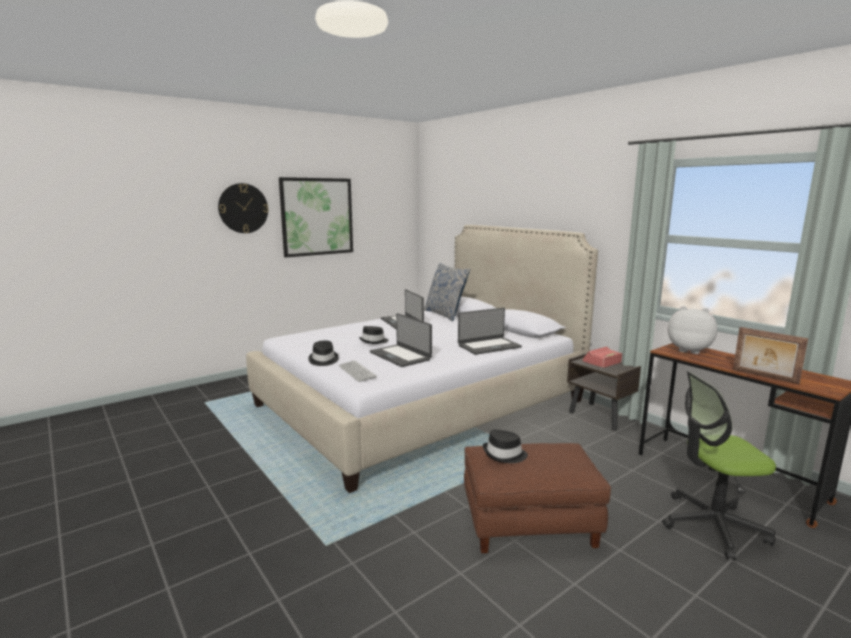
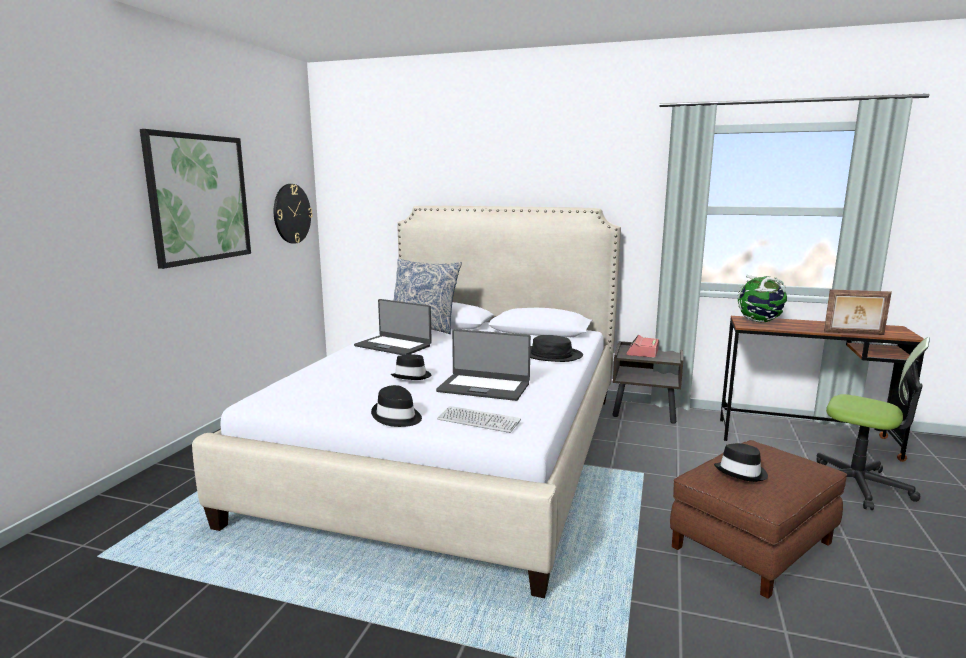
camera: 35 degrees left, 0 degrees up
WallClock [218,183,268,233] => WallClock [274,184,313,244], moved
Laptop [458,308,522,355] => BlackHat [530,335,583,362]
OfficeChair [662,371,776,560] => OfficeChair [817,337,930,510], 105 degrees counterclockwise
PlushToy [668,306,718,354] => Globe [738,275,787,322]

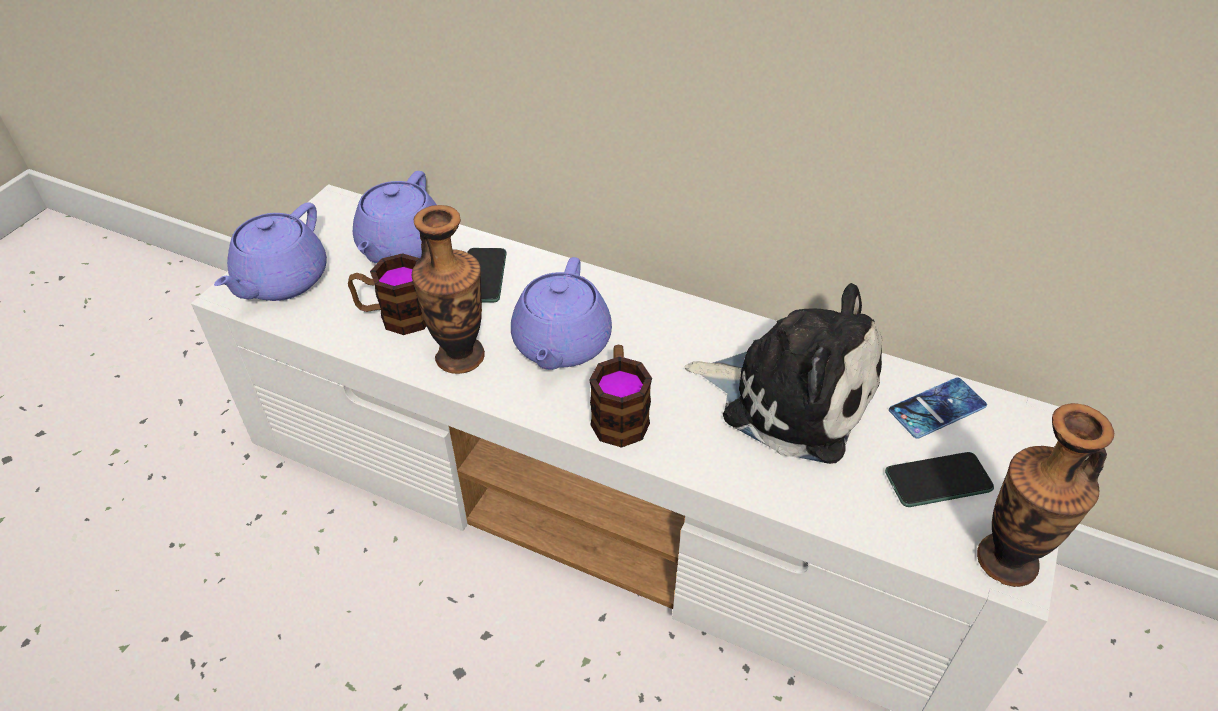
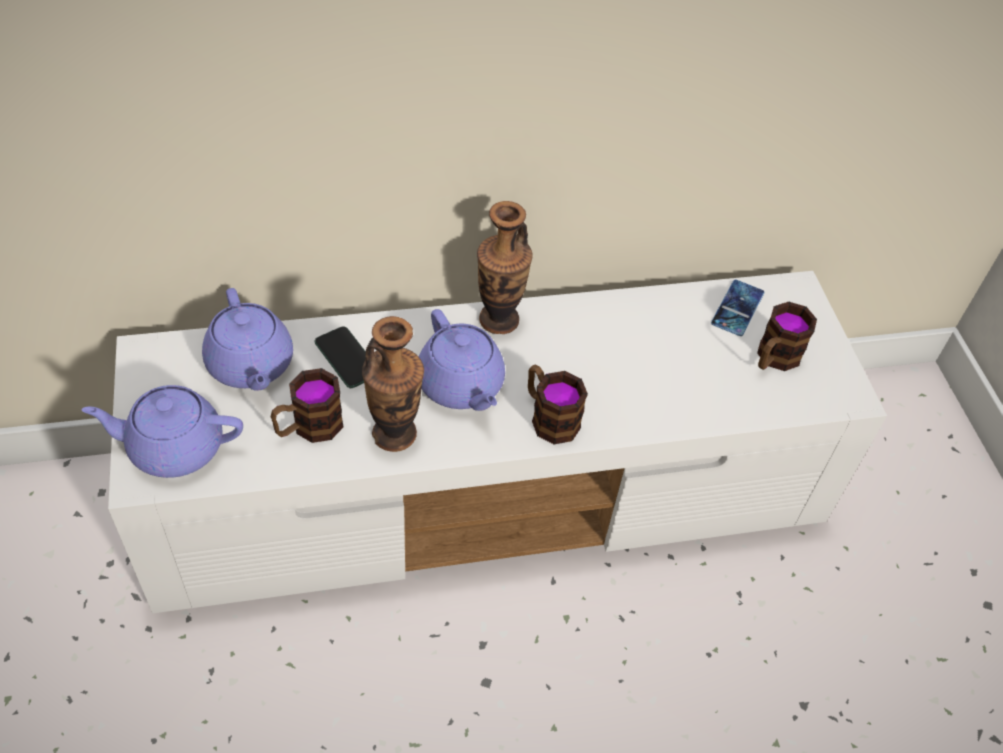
camera: 40 degrees left, 5 degrees up
PurpleTeapot [214,202,327,301] => PurpleTeapot [82,385,243,478], 105 degrees clockwise
PlushToy [685,283,882,464] => nothing
Phone [885,452,994,507] => Mug [757,302,817,371]
Vase [977,403,1114,587] => Vase [477,201,533,334], moved

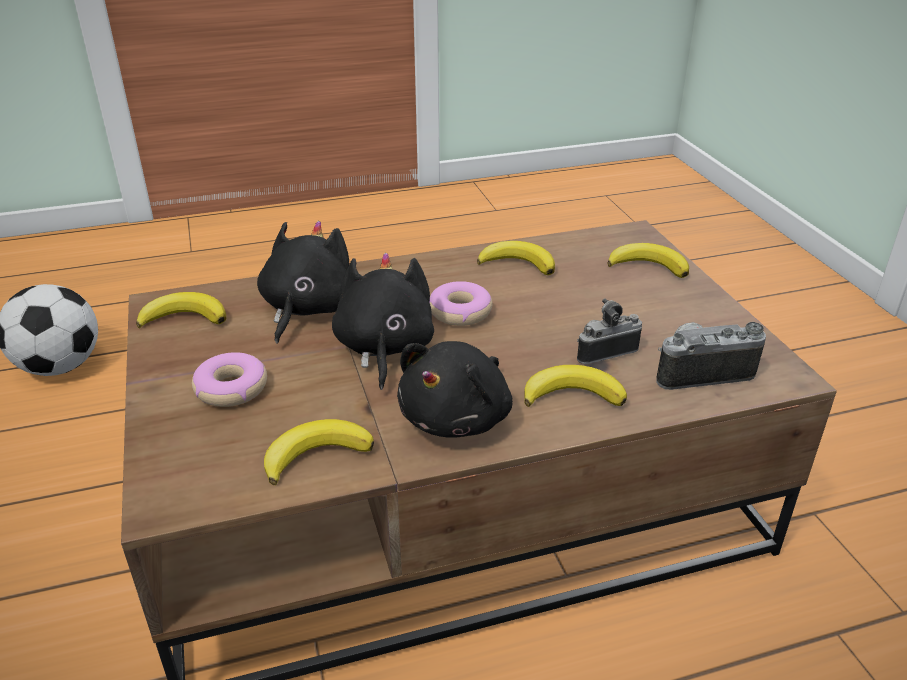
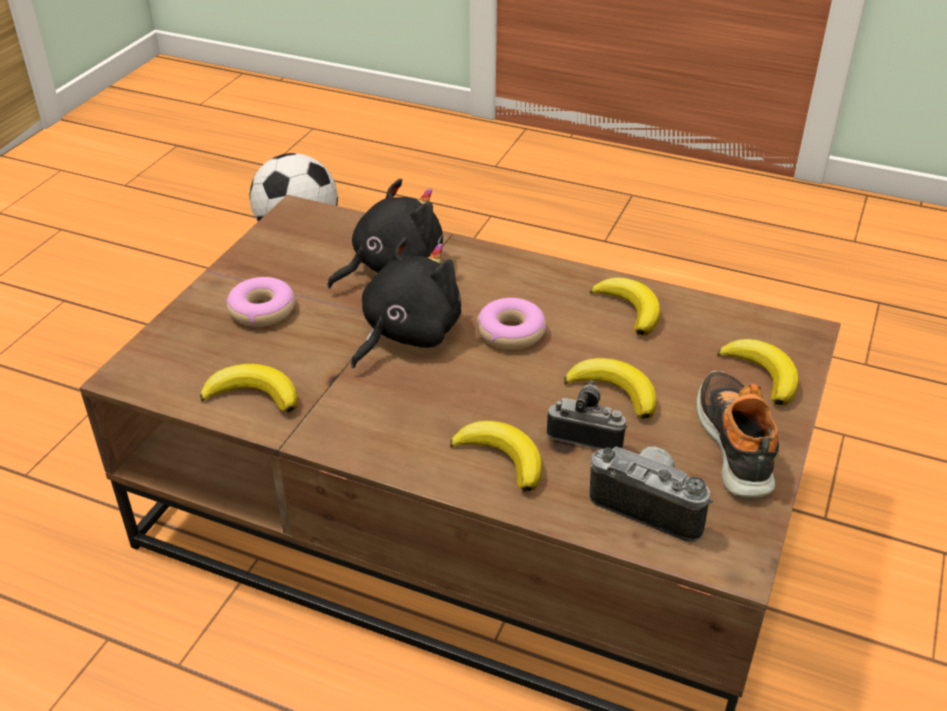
camera: 40 degrees right, 5 degrees up
Banana [136,292,226,328] => Banana [564,358,657,419], moved
BlackPlushToy [397,341,513,438] => nothing
nothing => Shoe [697,371,779,499]

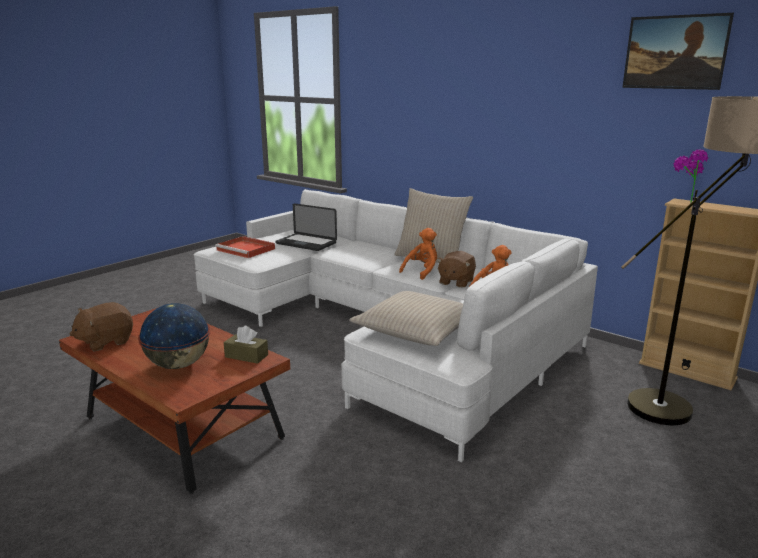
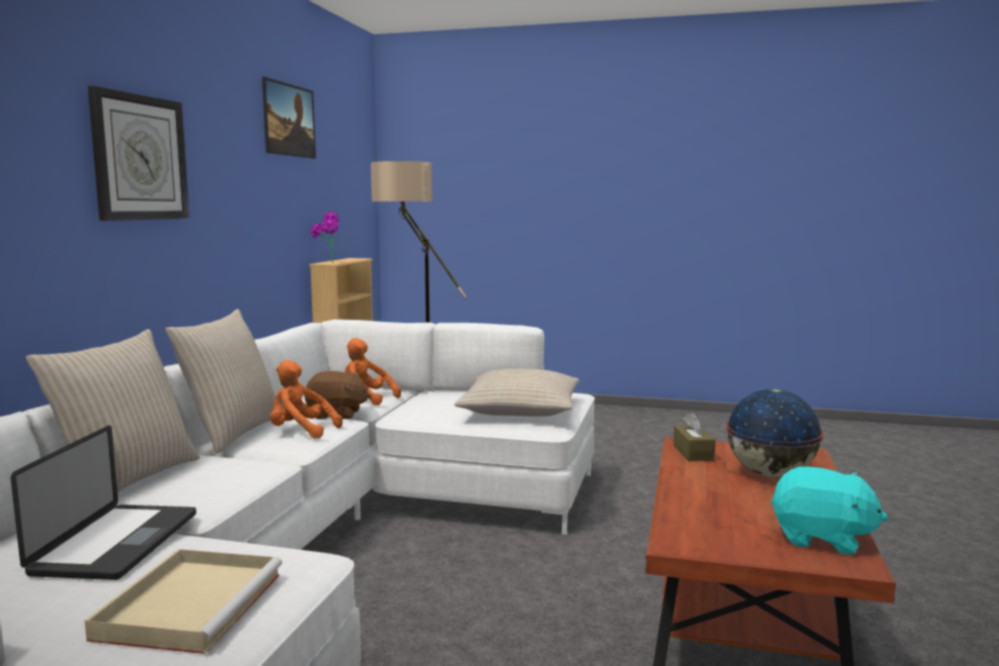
camera: 115 degrees left, 10 degrees down
BrownPlushToy [69,302,133,351] => TurquoisePlushToy [770,467,888,555]
RedTray [215,236,275,258] => BeigeTray [85,549,282,654]
nothing => BeigePillow [26,329,200,492]
nothing => WallClock [88,86,190,221]

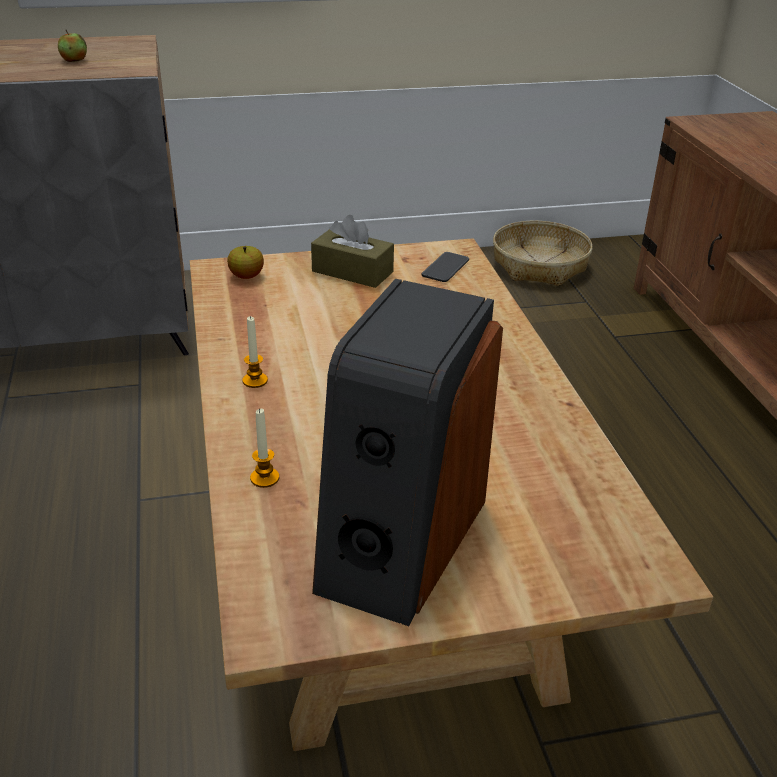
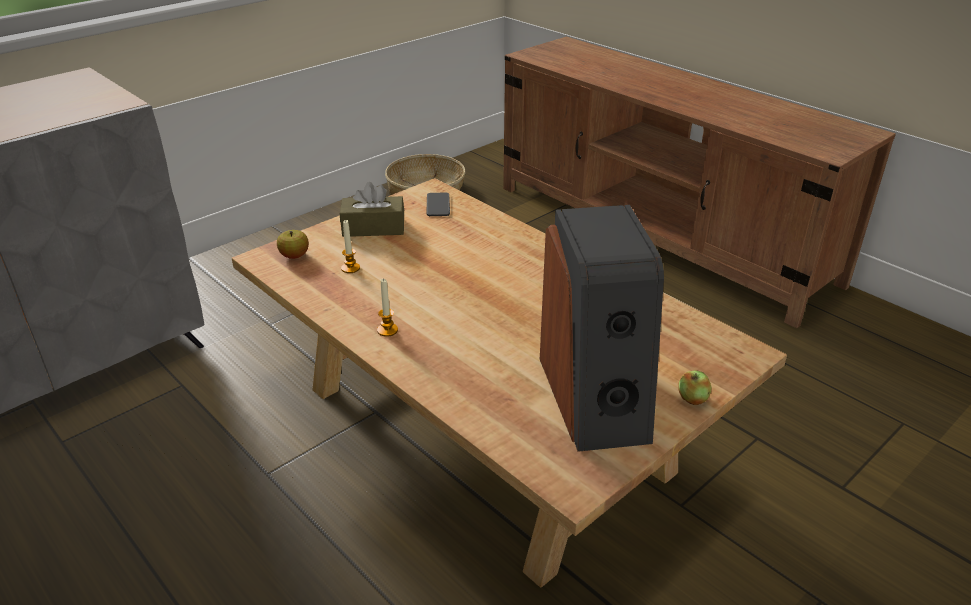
camera: 30 degrees left, 0 degrees up
Apple [58,30,87,62] => Apple [678,370,711,405], moved
Candle [250,408,279,488] => Candle [341,220,360,273], moved

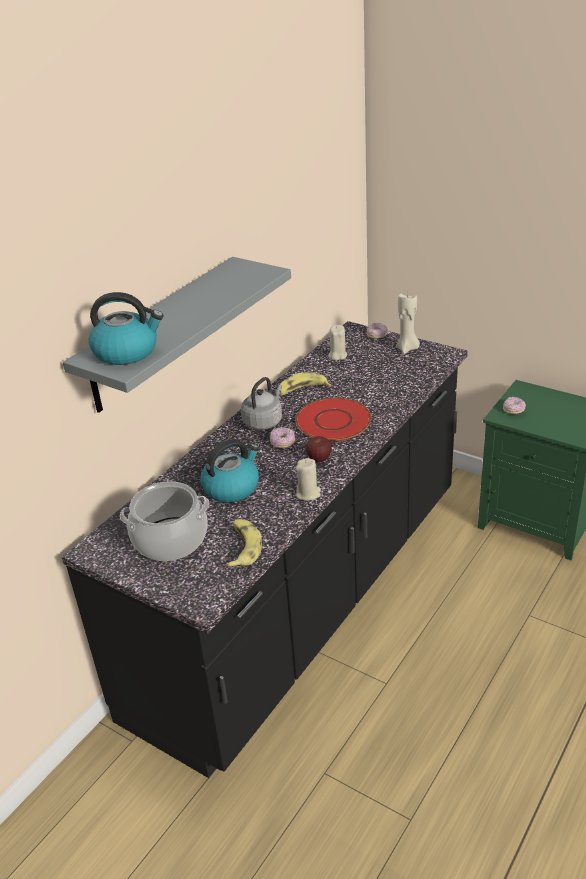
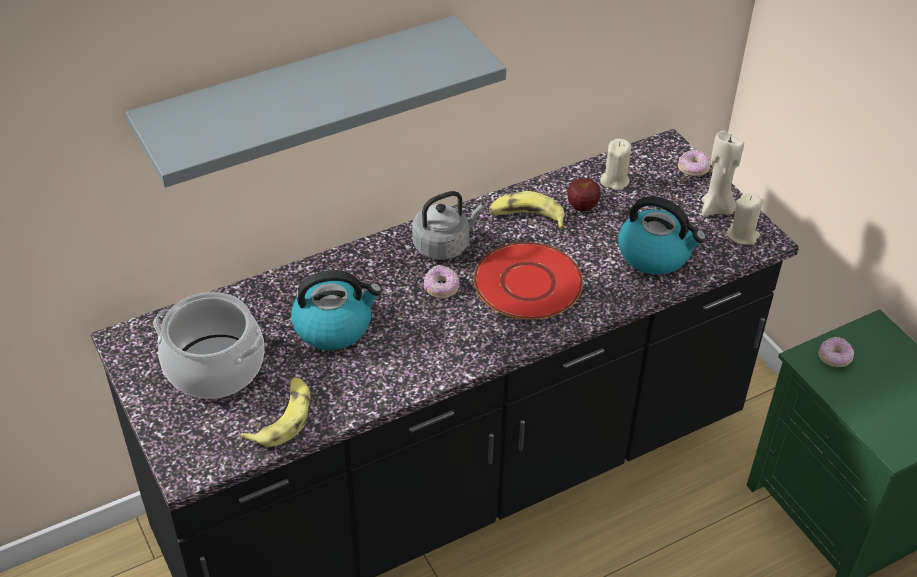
camera: 25 degrees right, 10 degrees up
Kettle [88,292,163,365] => Kettle [618,196,706,274], moved
BeigeCandle [296,458,321,501] => BeigeCandle [726,193,763,245], moved
Apple [306,436,332,463] => Apple [567,178,600,211], moved

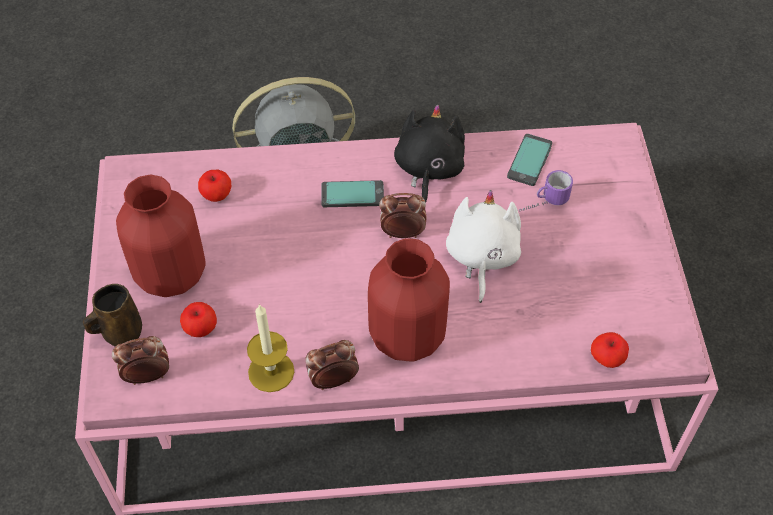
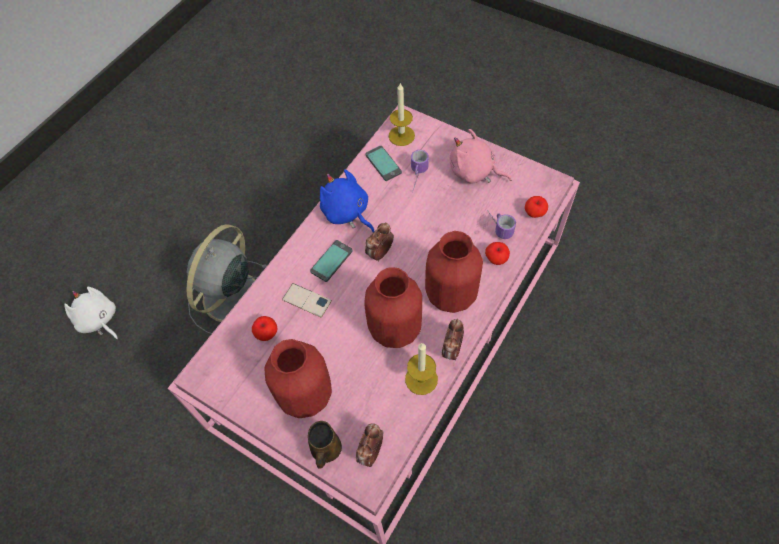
camera: 50 degrees left, 5 degrees up
Apple [180,302,217,337] => Apple [485,242,510,265], moved
BlackPlushToy [394,105,465,202] => BluePlushToy [320,169,374,232]
WhitePlushToy [446,190,521,303] => WhitePlushToy [64,286,118,339], moved
nothing => Phone [282,283,332,317]
nothing => RedVase [364,267,422,348]
nothing => Candle [389,82,415,146]
nothing => PinkPlushToy [450,129,512,184]
nothing => Mug [488,211,516,239]

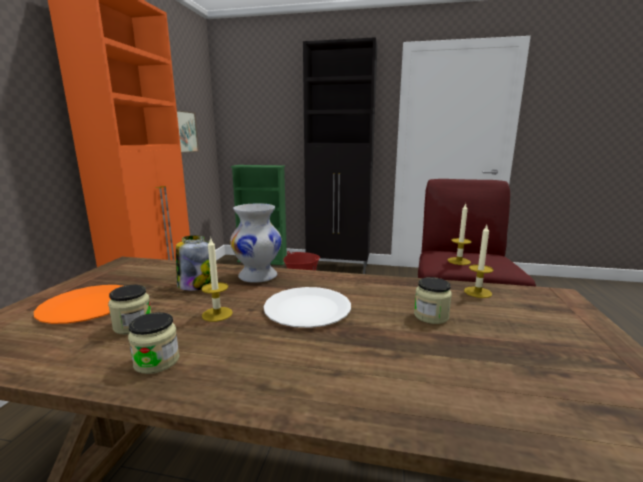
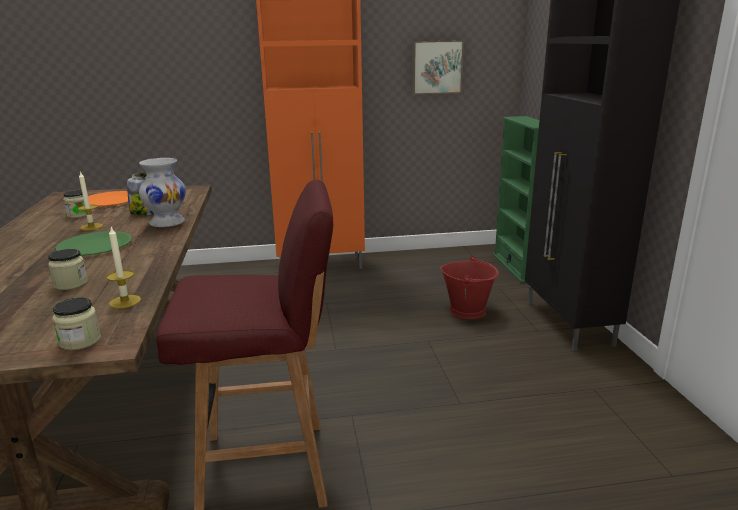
camera: 70 degrees right, 5 degrees up
Jar [128,312,180,374] => Jar [52,297,101,350], moved
WhitePlate [264,287,351,328] => GreenPlate [55,231,132,256]
Candle [448,203,472,265] => nothing

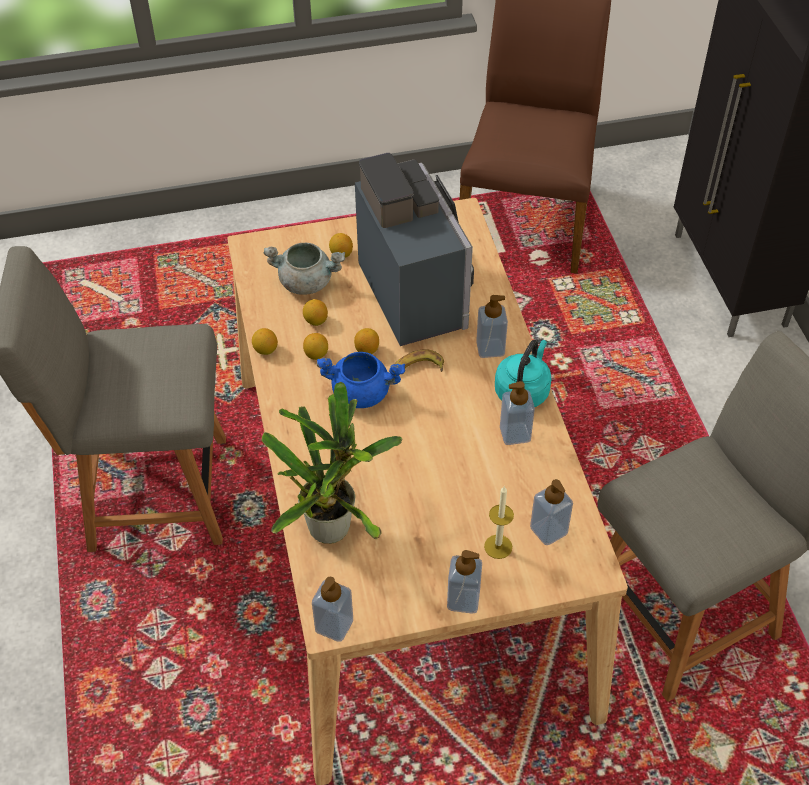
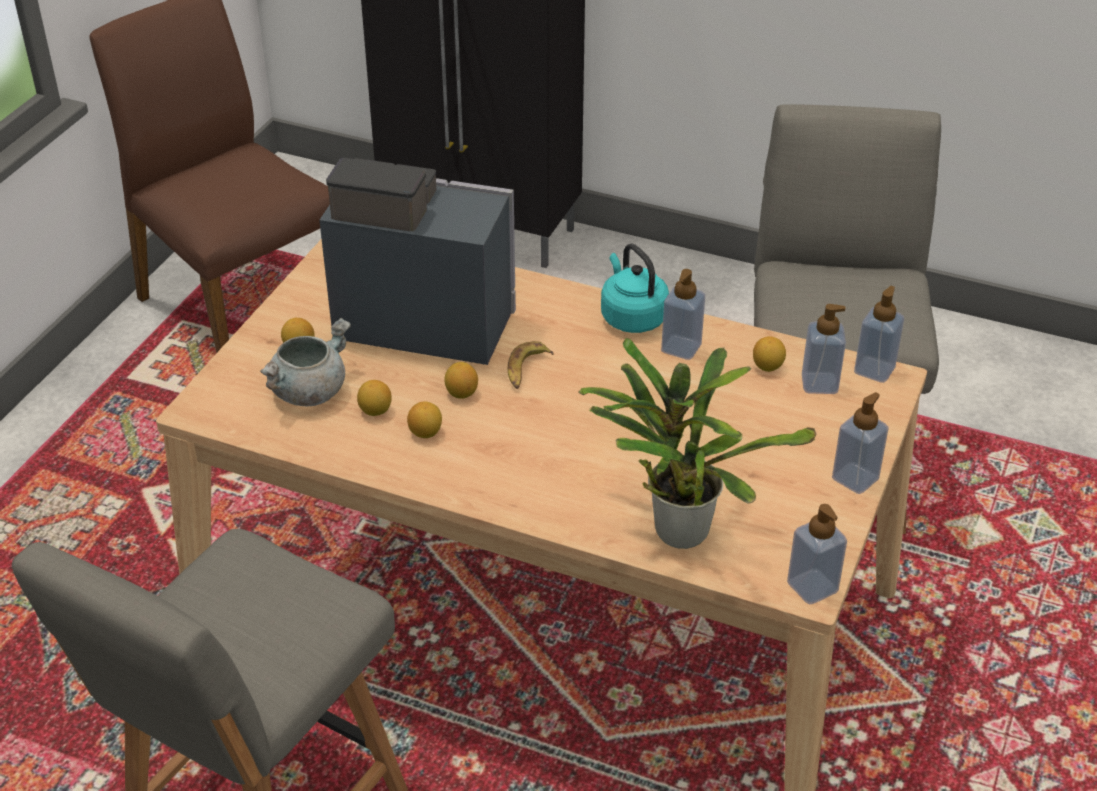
camera: 55 degrees left, 10 degrees down
Lemon [252,328,278,355] => Lemon [753,336,786,372], moved
BlueCookingPot [317,352,405,408] => nothing
SoapDispenser [476,295,508,358] => SoapDispenser [854,286,904,383], moved
Candle [484,486,514,559] => nothing

